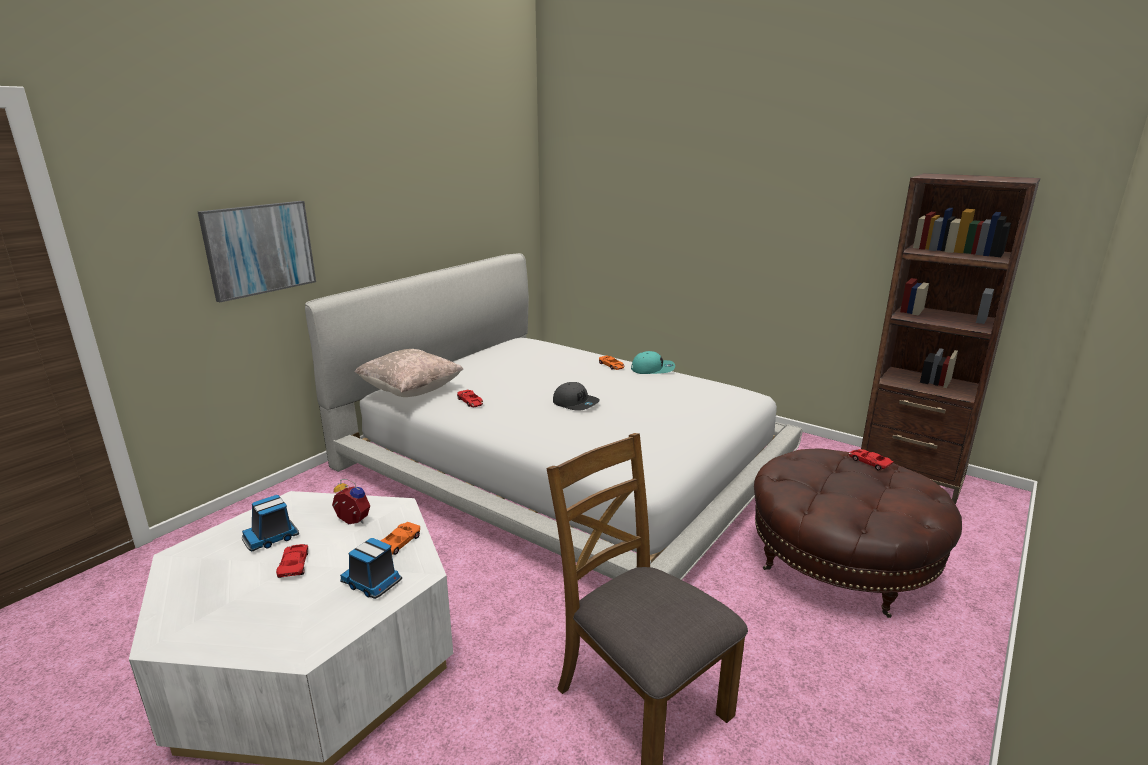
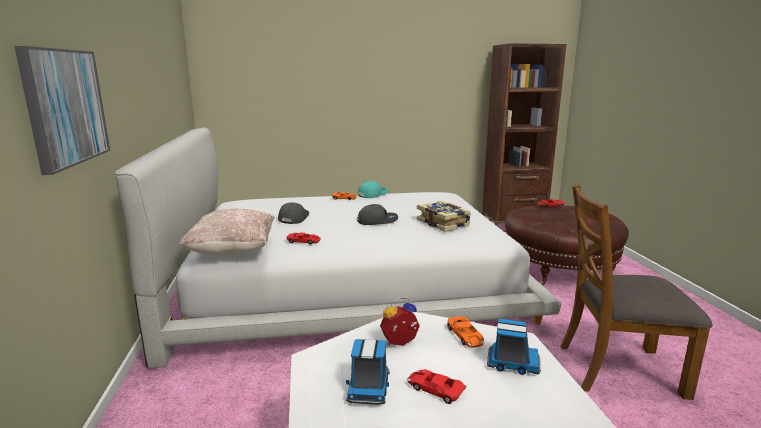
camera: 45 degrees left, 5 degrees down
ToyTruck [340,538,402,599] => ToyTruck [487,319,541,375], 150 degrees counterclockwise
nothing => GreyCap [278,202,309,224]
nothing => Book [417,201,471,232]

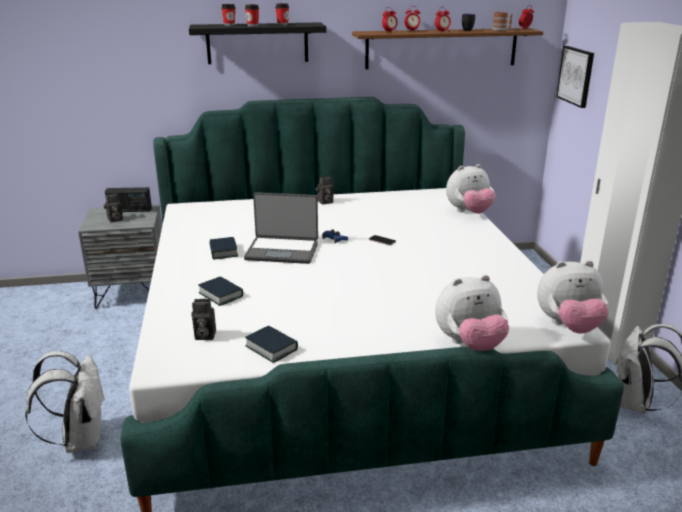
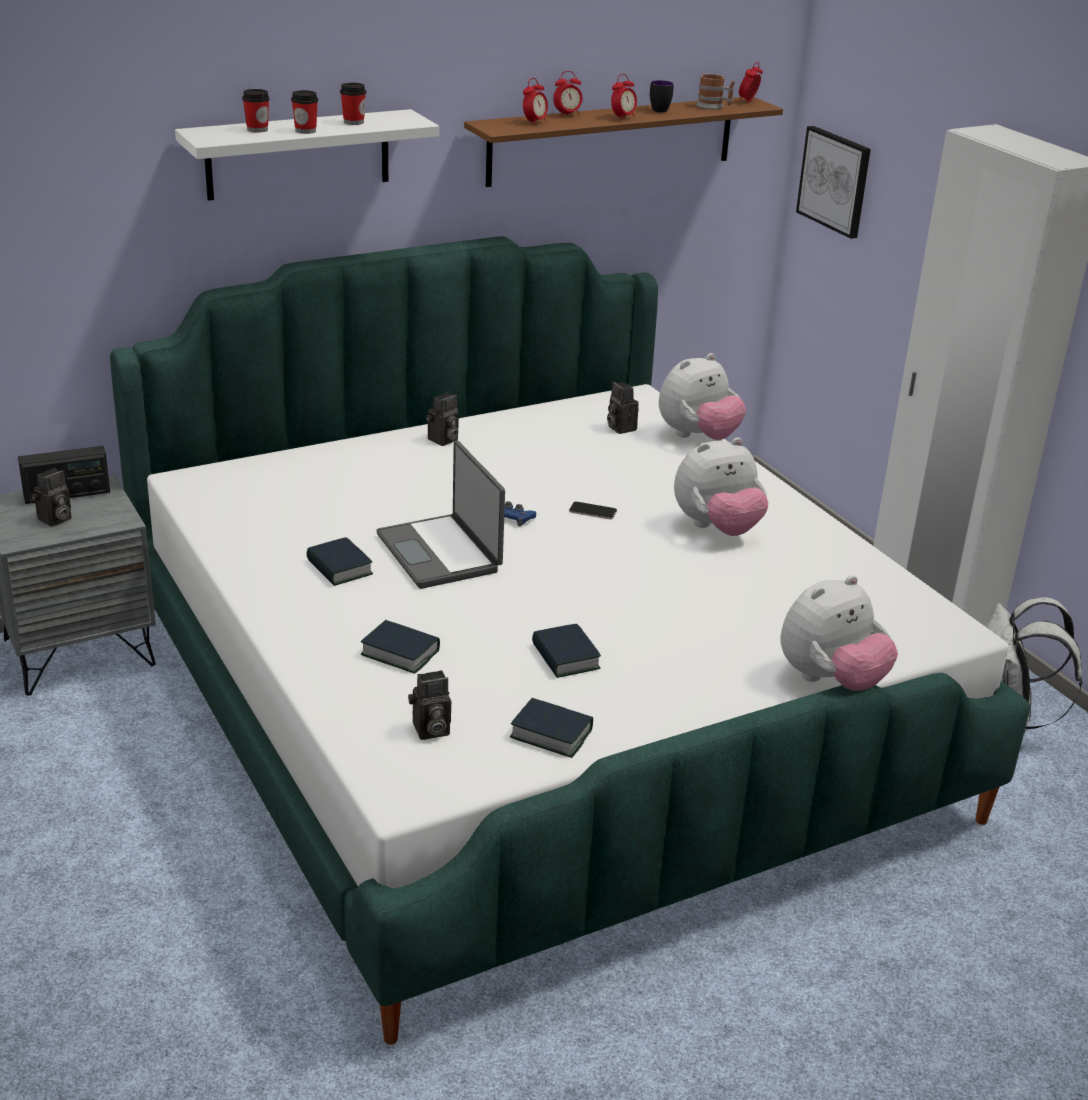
camera: 20 degrees left, 5 degrees up
WhiteBackpack [25,351,105,453] => nothing
BlackShelf [189,22,327,64] => WhiteShelf [175,109,439,201]
Laptop [244,192,318,264] => Laptop [376,441,505,589], 75 degrees clockwise
PlushToy [537,260,609,334] => PlushToy [674,437,768,536], moved
nothing => Book [532,624,601,678]
nothing => PhotoCamera [607,382,639,434]

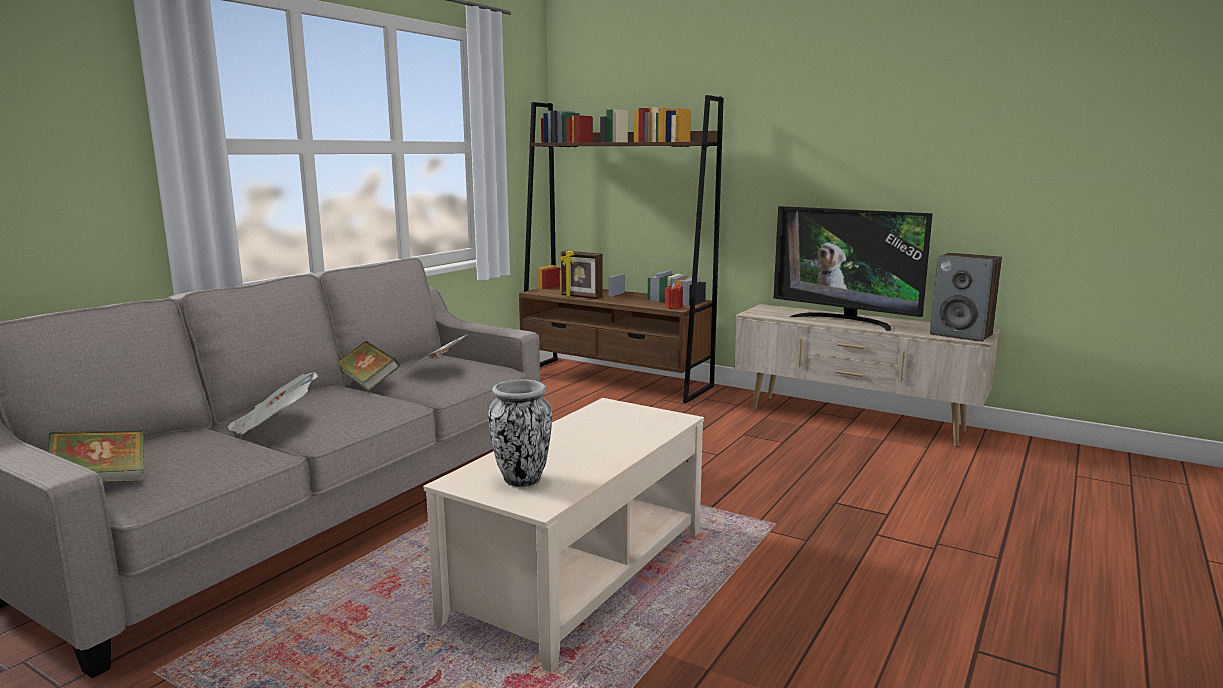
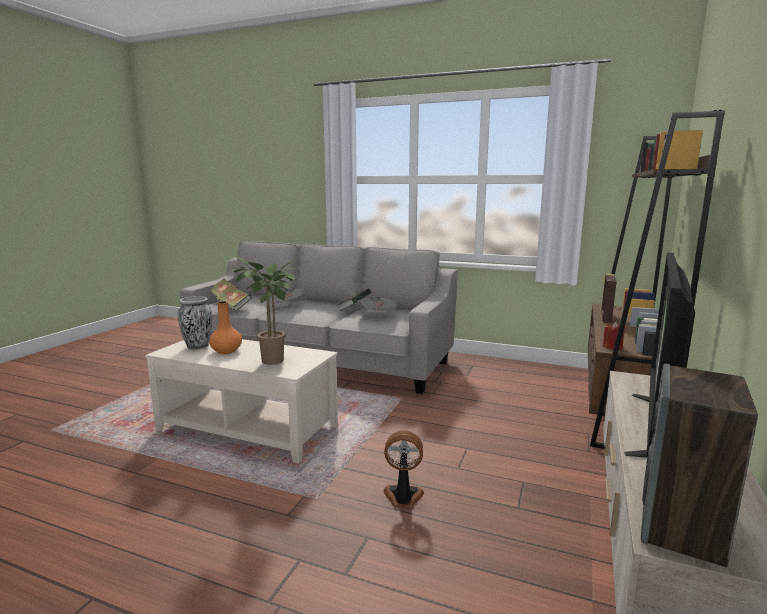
camera: 80 degrees right, 0 degrees up
nothing => OrangeVase [209,301,242,354]
nothing => Book [216,286,252,311]
nothing => PottedPlant [228,256,298,365]
nothing => Fan [383,431,424,508]

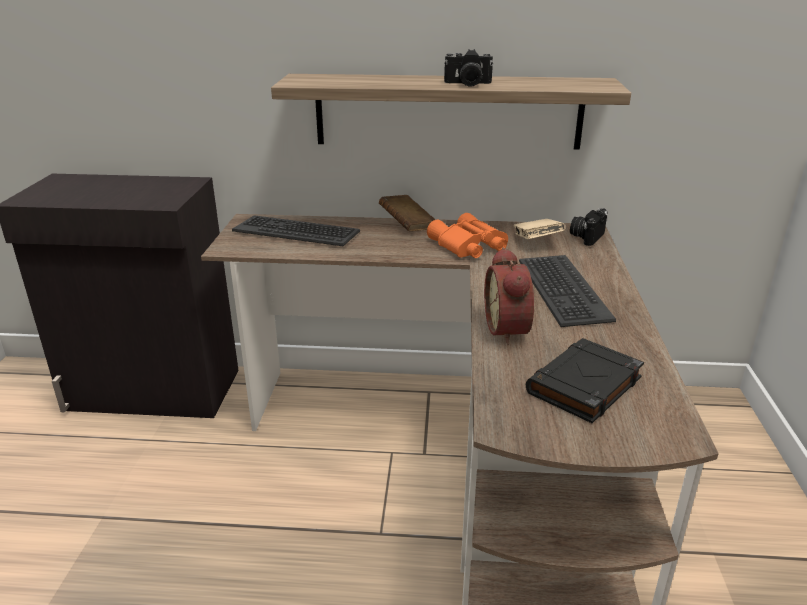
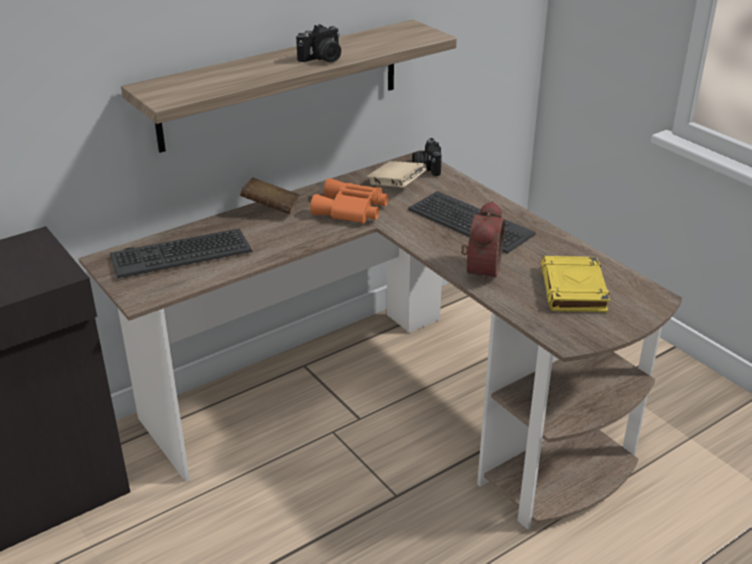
camera: 40 degrees left, 5 degrees up
AlarmClock [484,248,534,345] => AlarmClock [461,201,505,284], 120 degrees counterclockwise
BlackBook [526,338,644,423] => YellowBook [541,256,610,312]

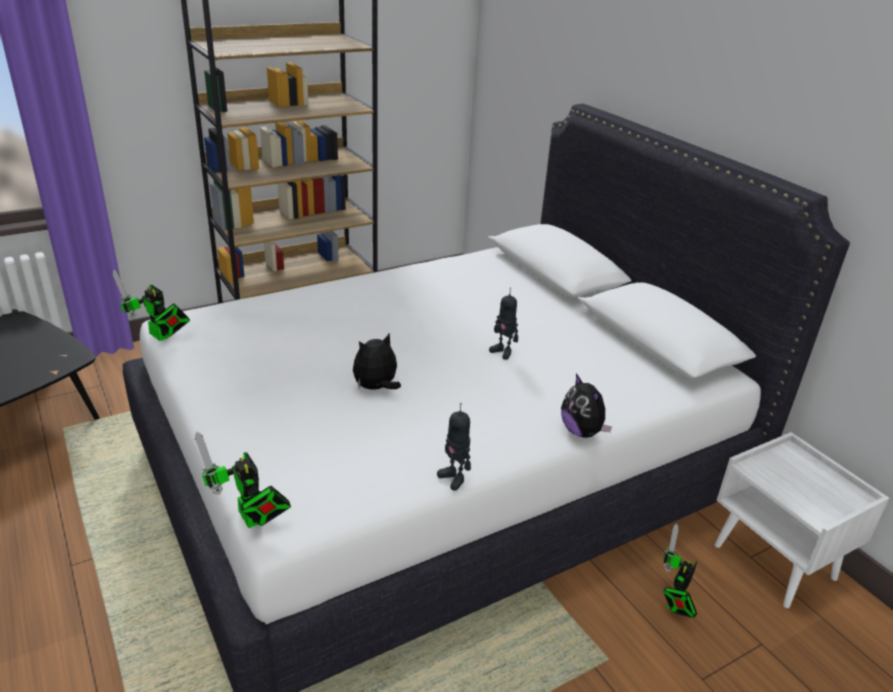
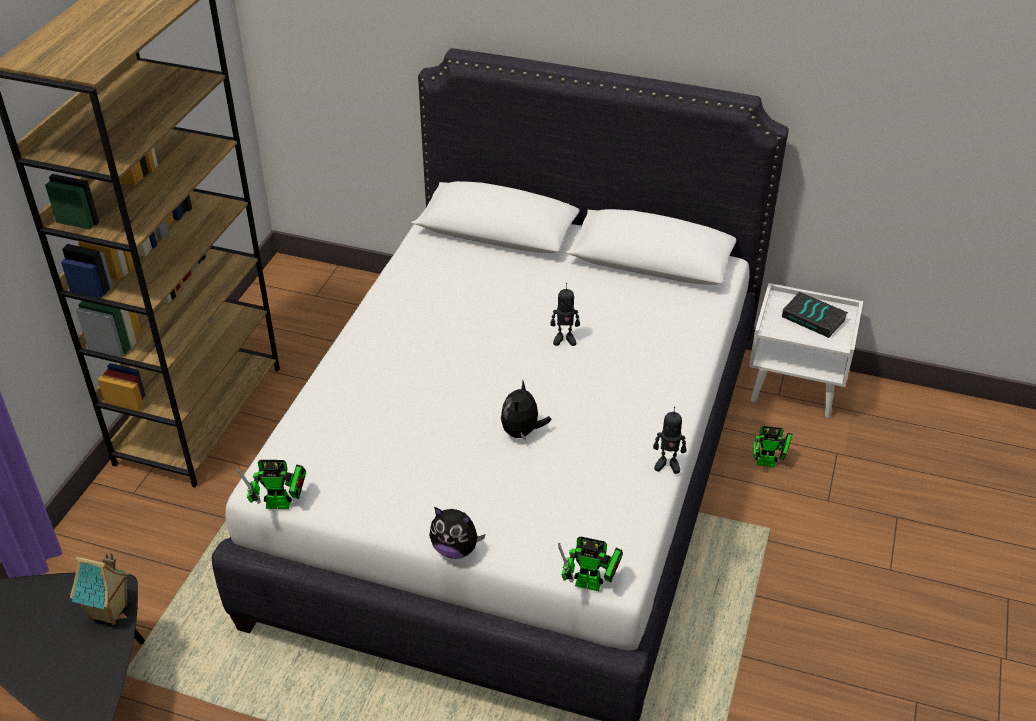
camera: 40 degrees left, 10 degrees up
PlushToy [561,373,612,438] => PlushToy [429,507,486,559], moved
ToyRobot [663,523,697,618] => ToyRobot [753,426,793,467], 75 degrees counterclockwise
nothing => ToyHouse [70,553,130,625]
nothing => Book [782,292,848,338]

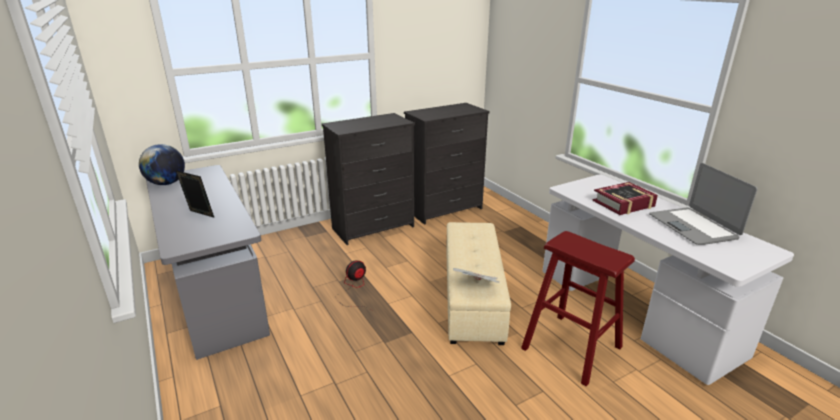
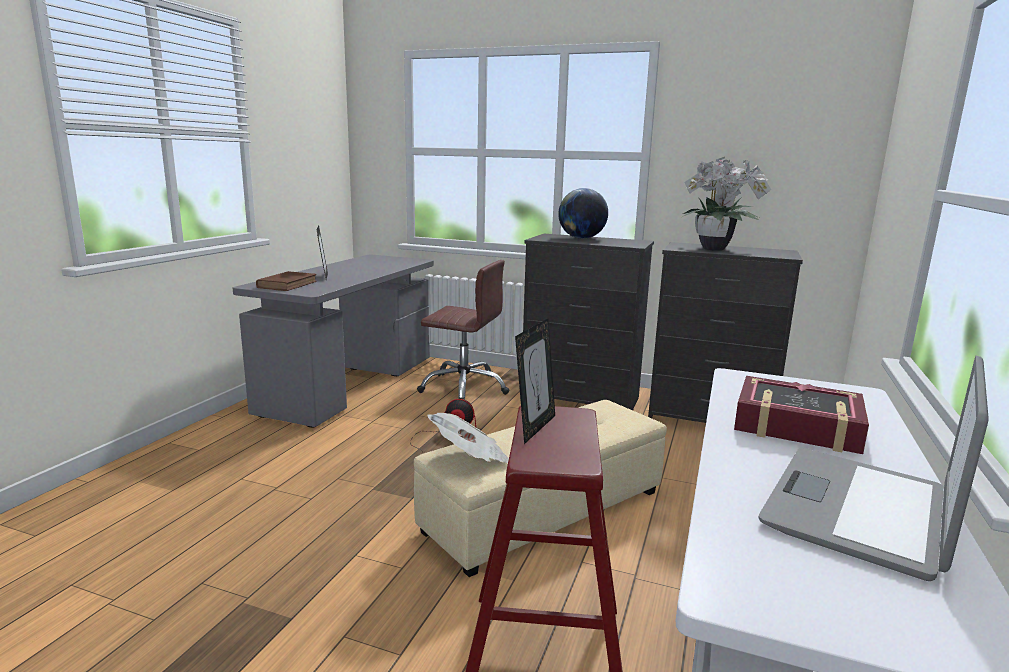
camera: 50 degrees right, 10 degrees down
Globe [139,144,185,185] => Globe [558,188,608,239], moved
nothing => BrownBook [256,271,317,291]
nothing => BrownOfficeChair [417,260,509,400]
nothing => PictureFrame [515,319,555,444]
nothing => PottedPlant [682,157,771,251]

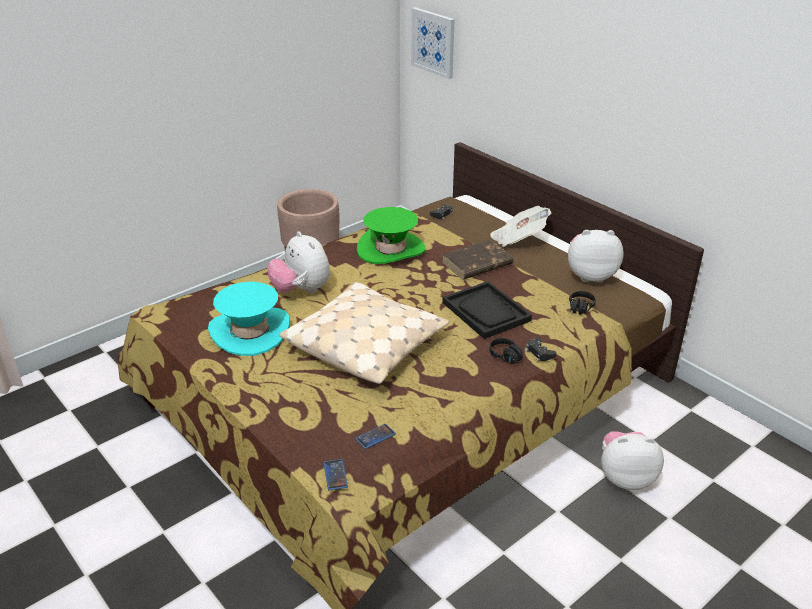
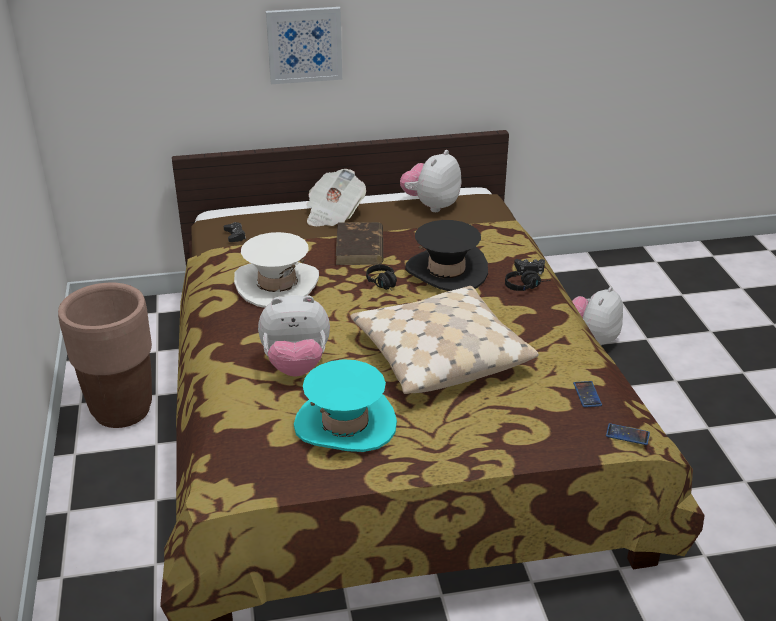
camera: 60 degrees left, 0 degrees up
GreenHat [357,207,425,264] => WhiteHat [234,232,319,308]
Picture [411,7,455,79] => Picture [266,7,342,84], moved
BlackTray [442,281,532,339] => BlackHat [405,220,488,291]
BlackHeadphones [569,291,596,315] => BlackHeadphones [366,265,397,290], moved

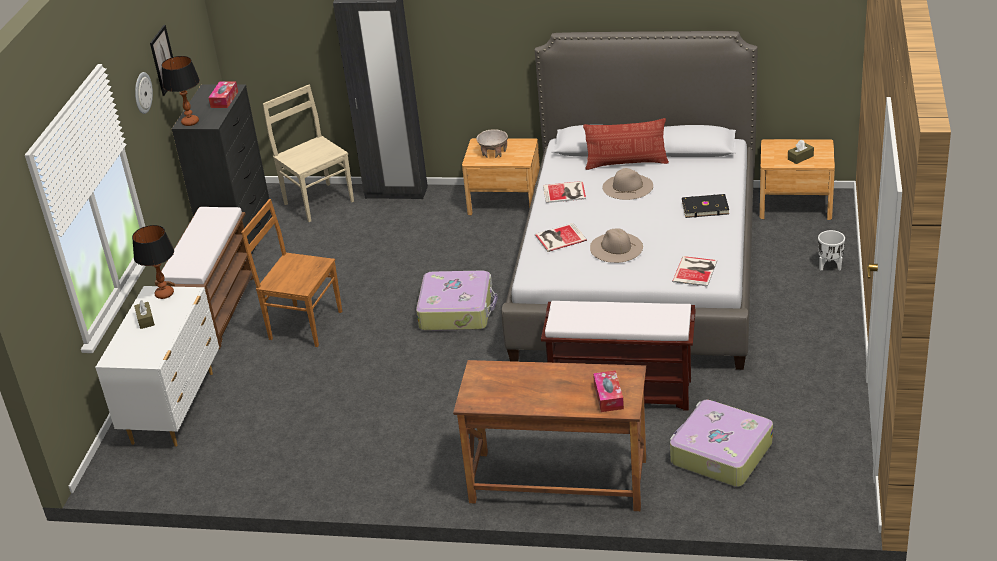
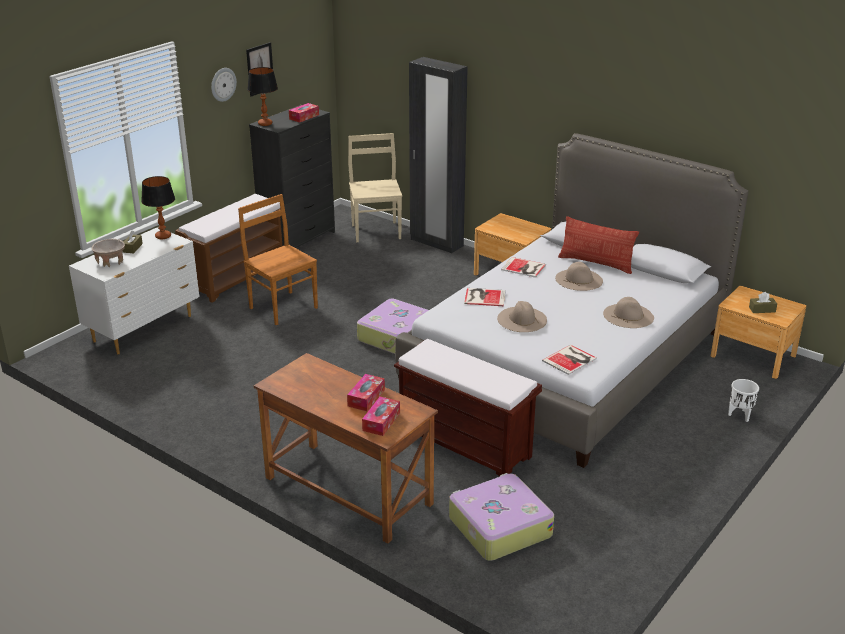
camera: 25 degrees right, 5 degrees down
BeigeBowl [476,129,508,158] => BeigeBowl [92,239,125,267], moved
BlackBook [682,194,729,218] => BeigeHat [603,297,654,328]
nothing => TissueBox [347,374,385,411]

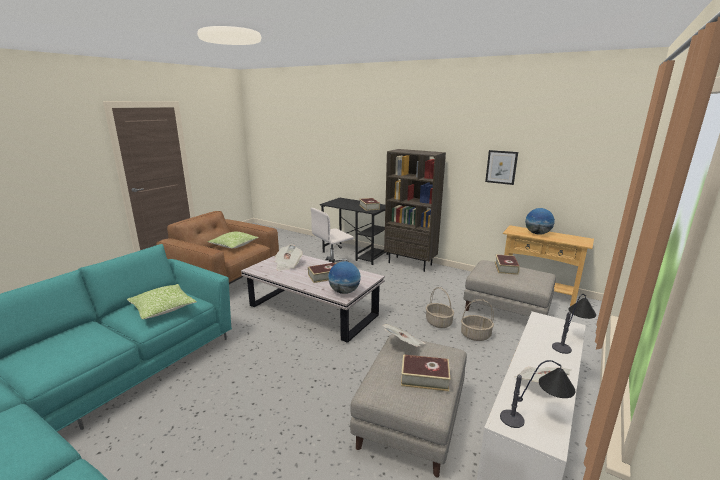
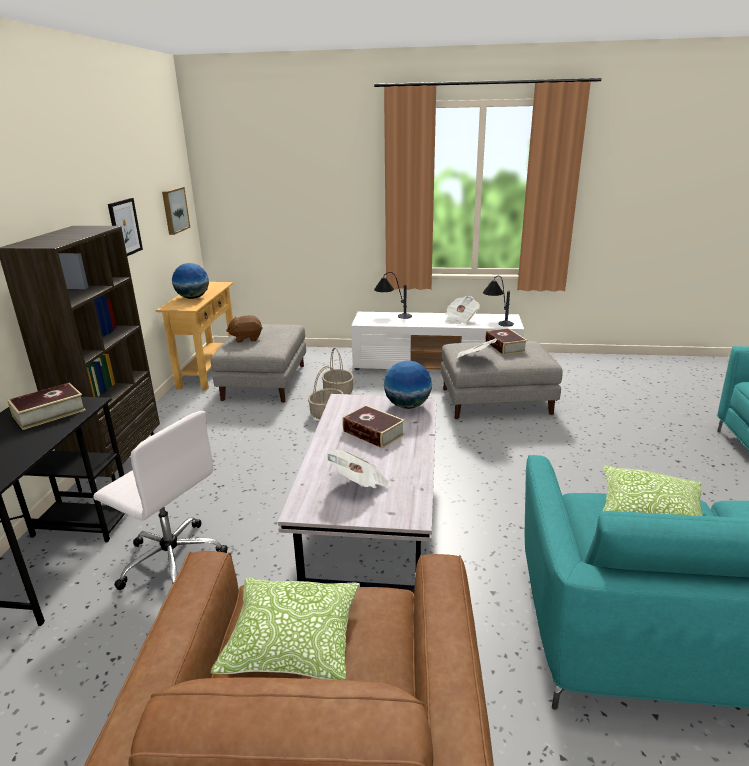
camera: 115 degrees left, 5 degrees up
Book [495,254,520,275] => BrownPlushToy [226,315,263,343]
nothing => Picture [162,187,190,235]

